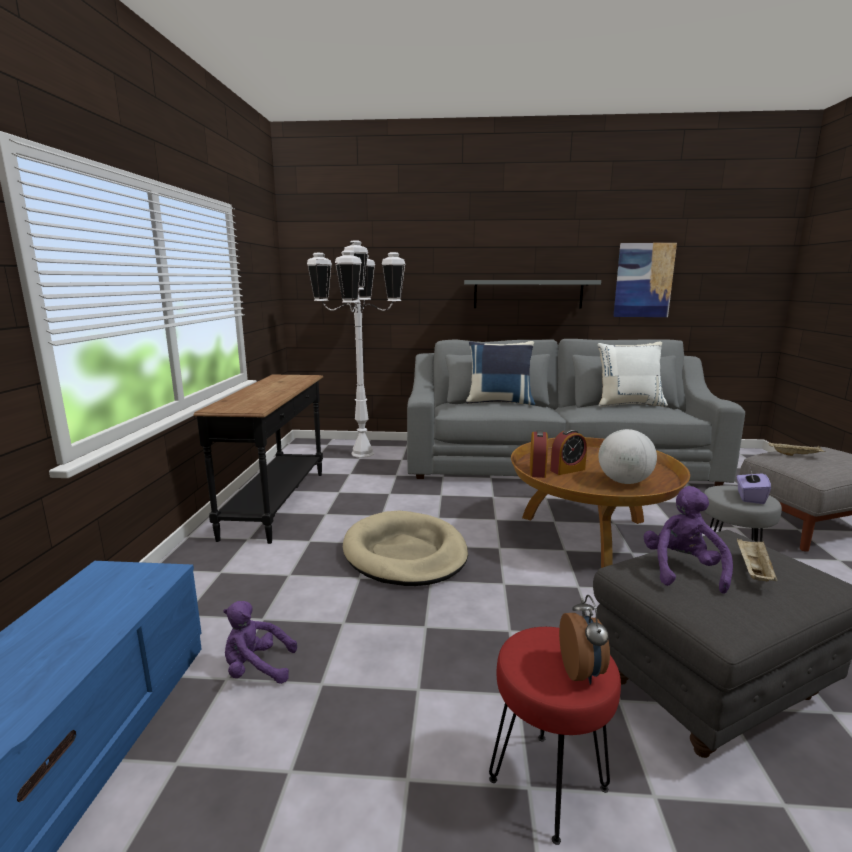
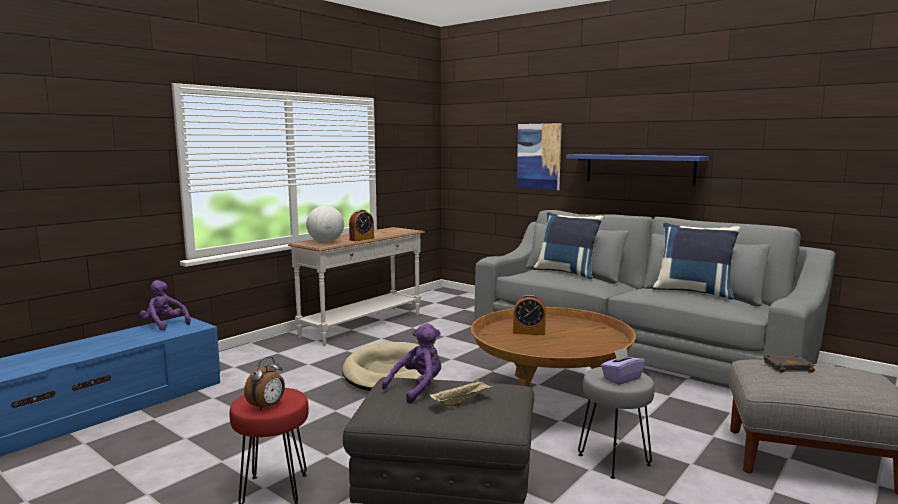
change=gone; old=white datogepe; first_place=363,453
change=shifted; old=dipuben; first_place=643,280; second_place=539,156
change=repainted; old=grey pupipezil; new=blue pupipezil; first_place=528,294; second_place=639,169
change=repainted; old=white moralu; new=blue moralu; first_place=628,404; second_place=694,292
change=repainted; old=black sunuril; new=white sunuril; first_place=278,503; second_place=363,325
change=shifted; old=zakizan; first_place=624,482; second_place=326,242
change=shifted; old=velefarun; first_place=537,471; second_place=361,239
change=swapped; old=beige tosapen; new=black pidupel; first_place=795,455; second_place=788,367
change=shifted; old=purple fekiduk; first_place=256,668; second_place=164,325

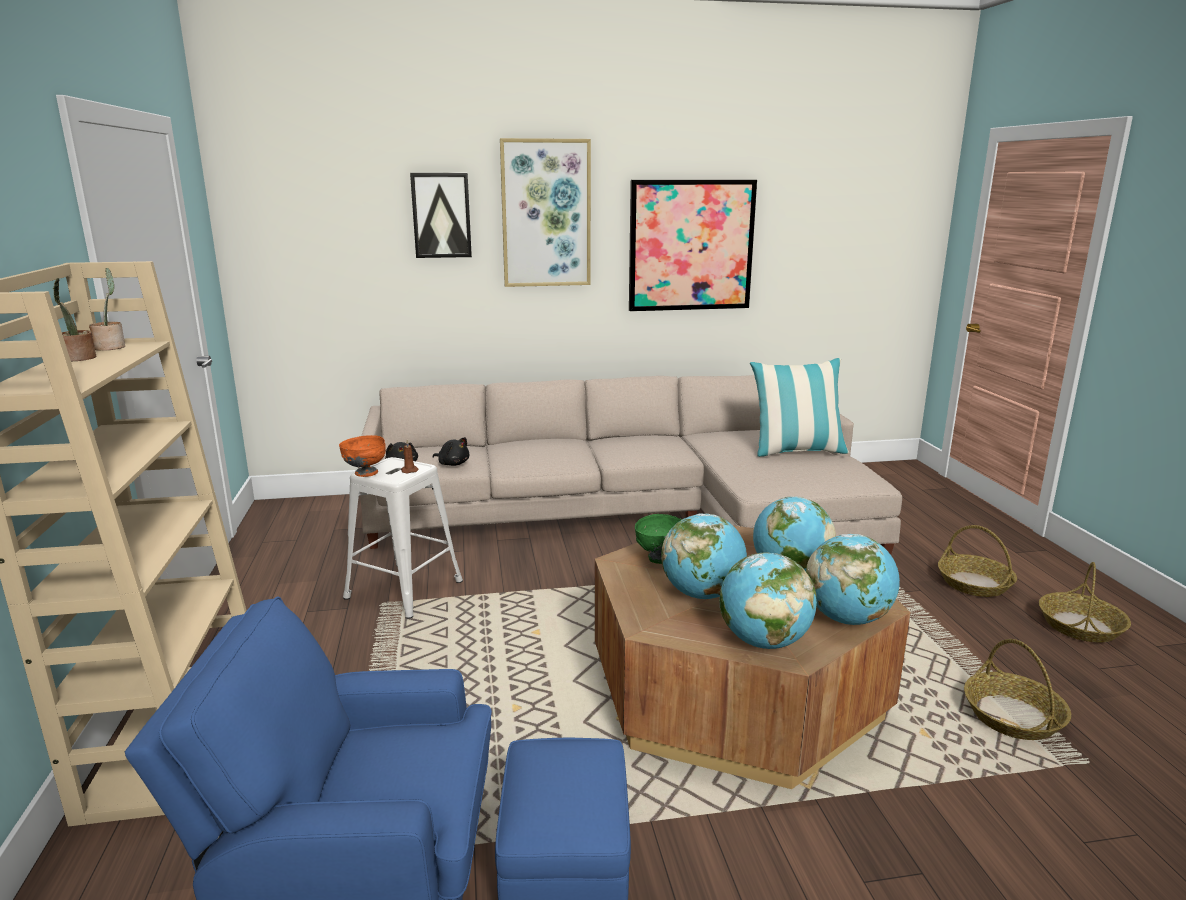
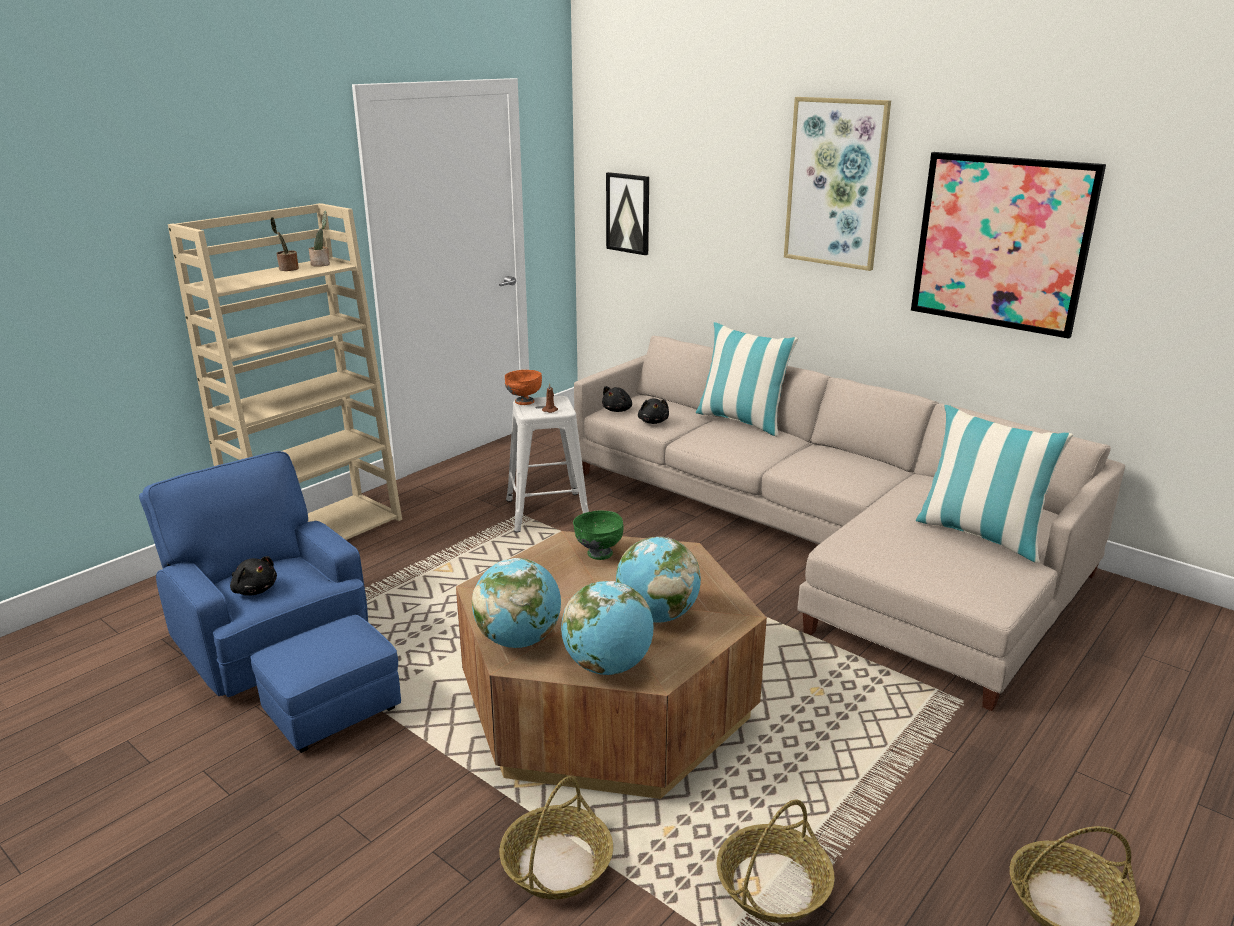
change=shifted; old=dipuben; first_place=441,215; second_place=628,213
change=gone; old=zakizan; first_place=702,594
change=shifted; old=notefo; first_place=974,584; second_place=557,865
change=new; new=moralu; second_place=741,421
change=new; new=black fekiduk; second_place=254,590

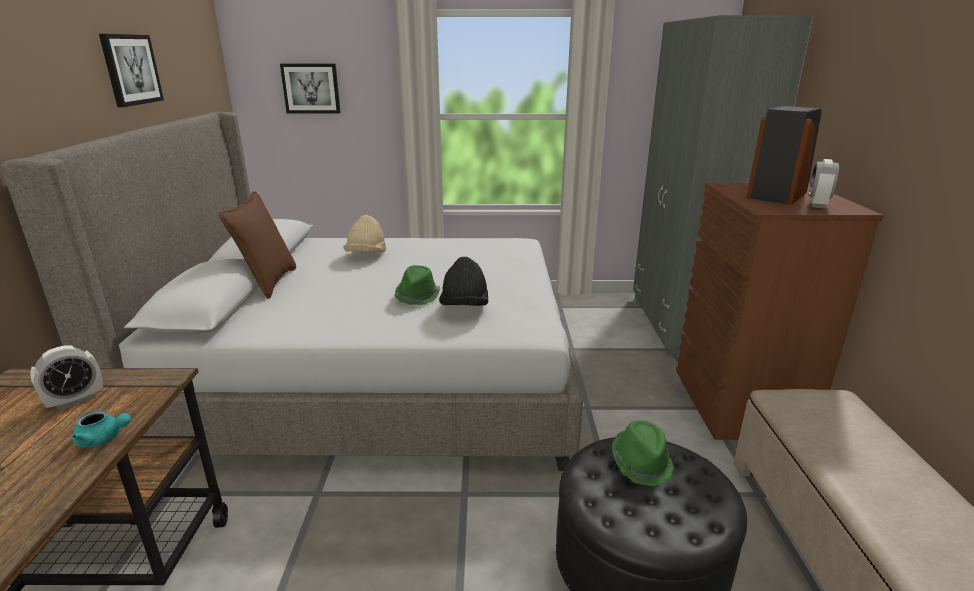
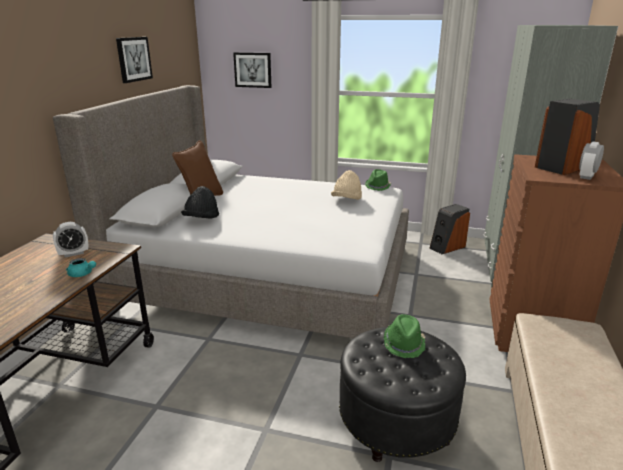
change=shifted; old=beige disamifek; first_place=366,255; second_place=347,200
change=shifted; old=black disamifek; first_place=464,307; second_place=201,219
change=shifted; old=green disamifek; first_place=418,295; second_place=378,186
change=new; new=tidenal; second_place=447,247

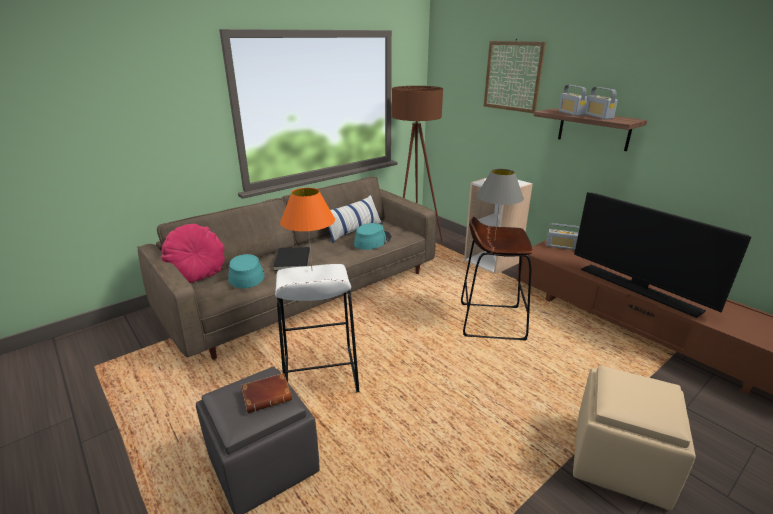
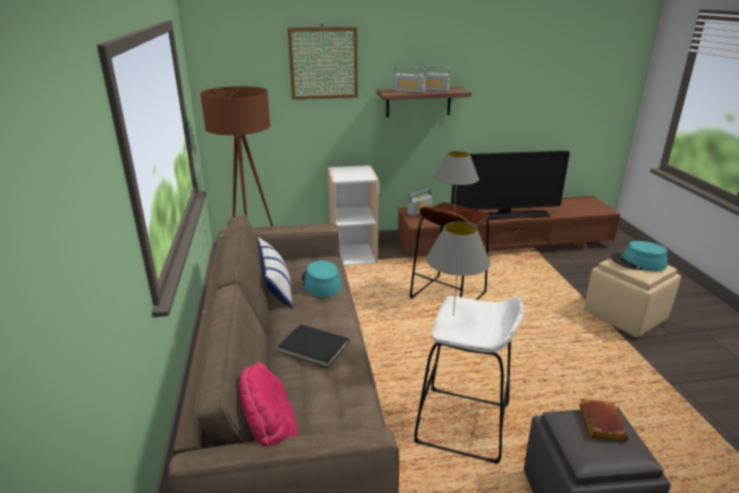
change=repainted; old=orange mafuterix; new=grey mafuterix; first_place=312,270; second_place=453,315
change=shifted; old=turquoise disamifek; first_place=246,275; second_place=638,262

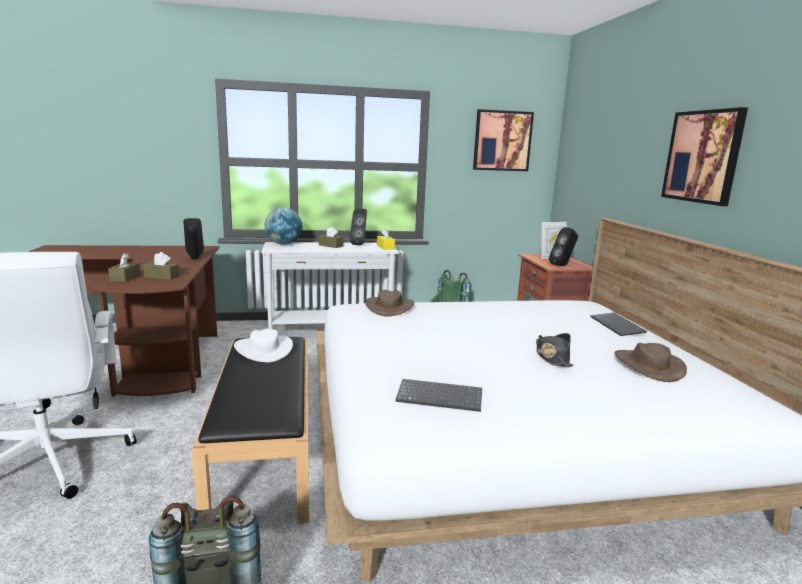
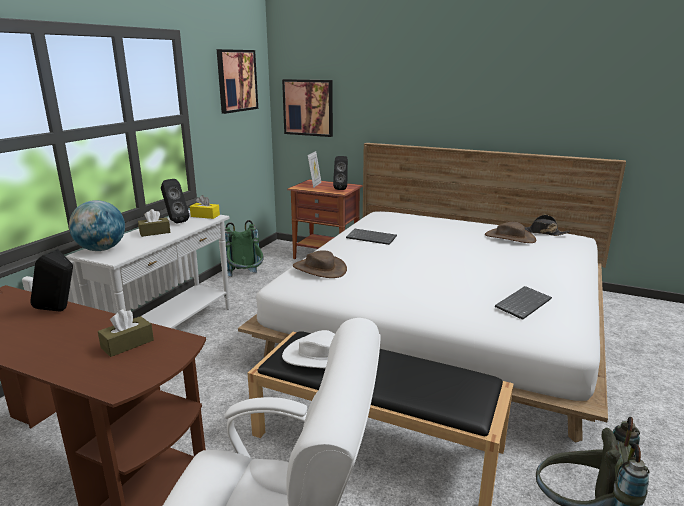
change=shifted; old=dipuben; first_place=703,156; second_place=308,107
change=gone; old=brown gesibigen; first_place=125,278
change=shifted; old=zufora; first_place=618,326; second_place=372,238
change=shifted; old=black disamifek; first_place=552,357; second_place=543,232

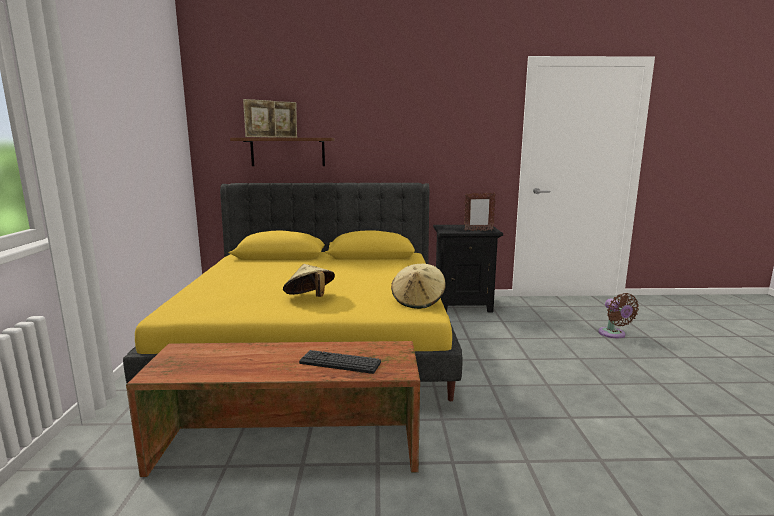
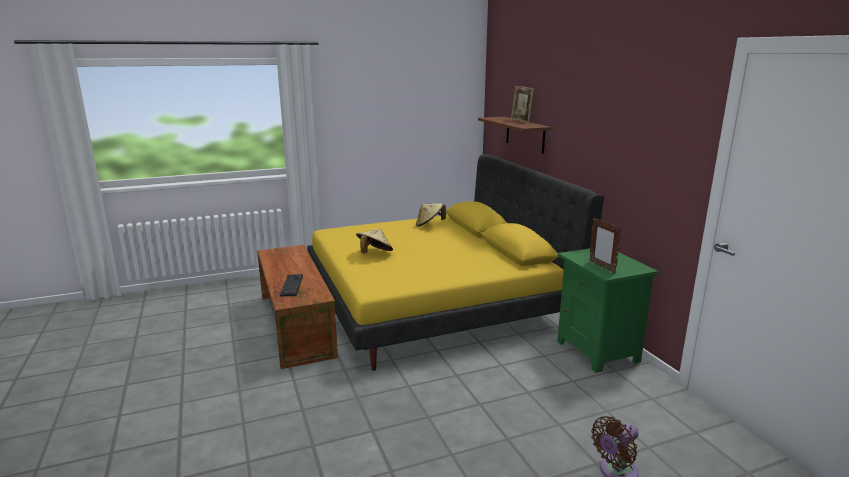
change=gone; old=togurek; first_place=261,137
change=repainted; old=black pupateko; new=green pupateko; first_place=464,305; second_place=596,352
change=shifted; old=beige disamifek; first_place=418,301; second_place=429,224

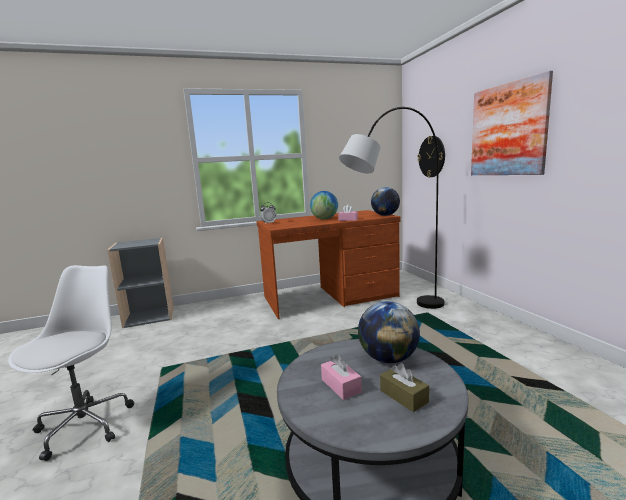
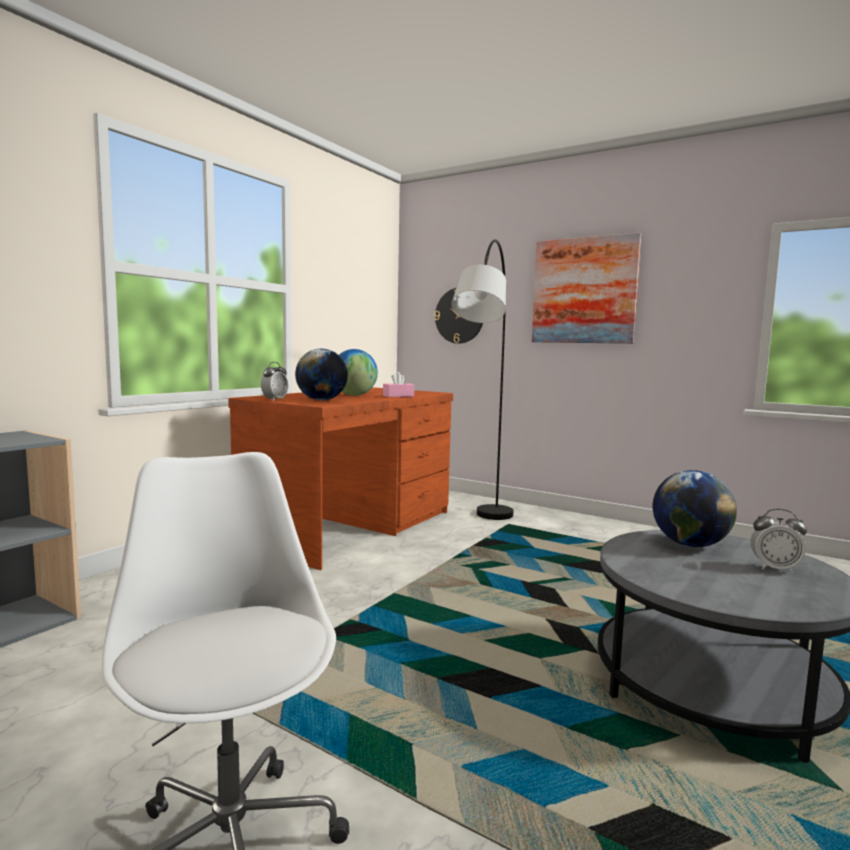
change=shifted; old=zakizan; first_place=385,215; second_place=321,400
change=gone; old=pink gesibigen; first_place=341,386
change=swapped; old=brown gesibigen; new=velefarun; first_place=403,396; second_place=774,568

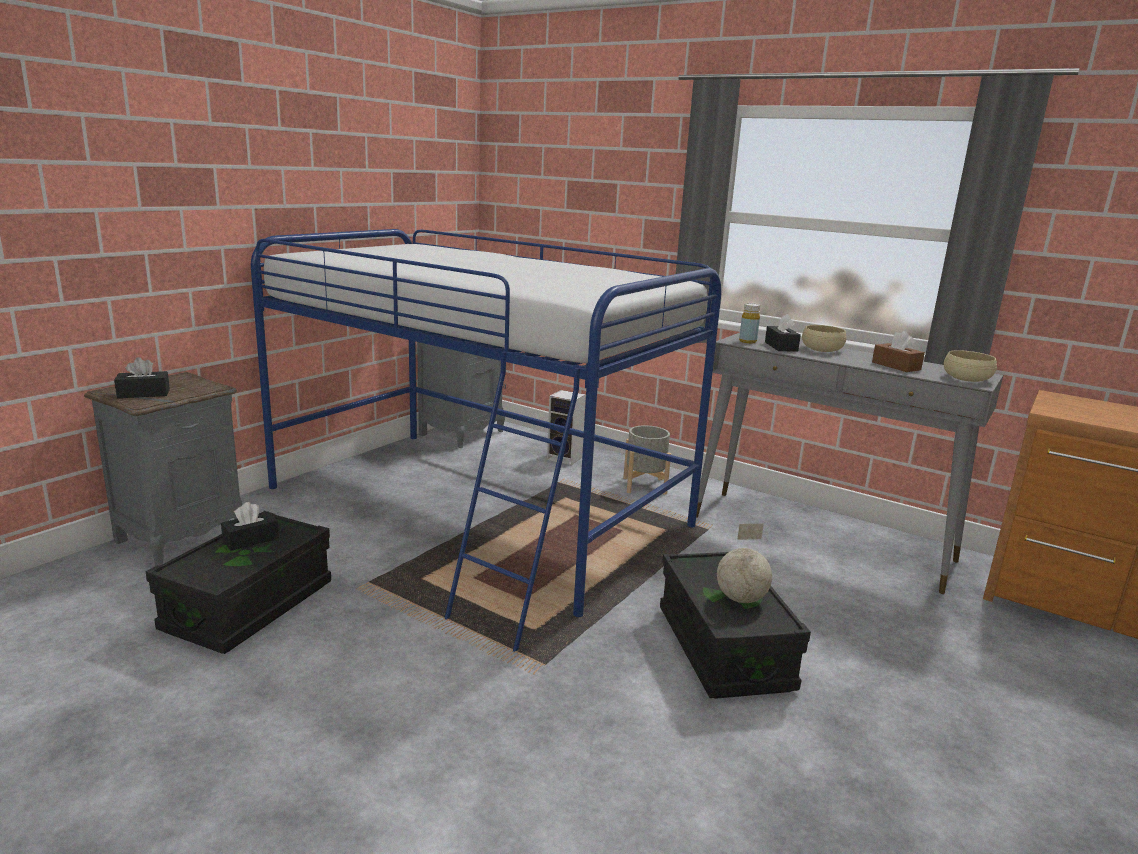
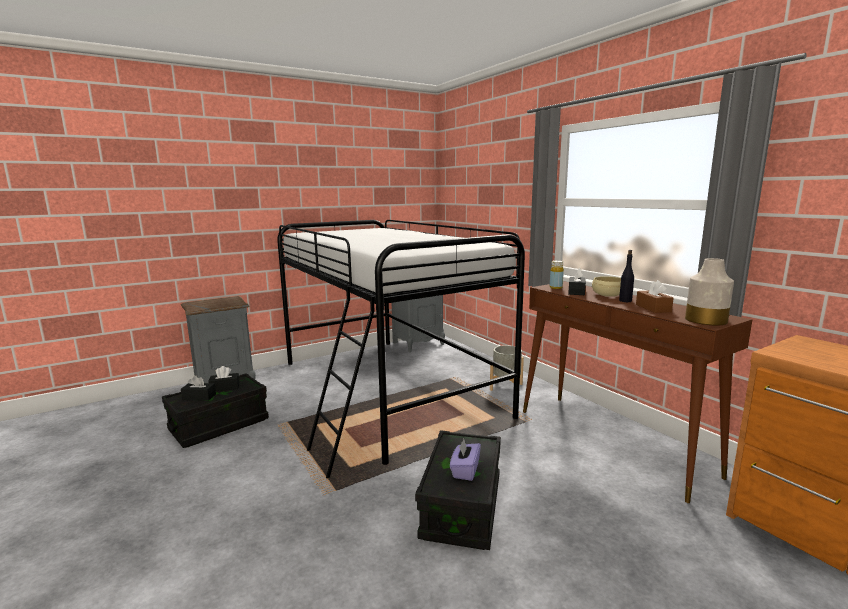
change=repainted; old=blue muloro; new=black muloro; first_place=478,509; second_place=386,389
change=repainted; old=grey sunuril; new=brown sunuril; first_place=821,538; second_place=612,441
change=swapped; old=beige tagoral; new=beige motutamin; first_place=967,378; second_place=706,320
change=shifted; old=black gesibigen; first_place=143,393; second_place=199,397
change=gone; old=tidenal; first_place=566,458
change=swapped; old=zakizan; new=purple gesibigen; first_place=741,599; second_place=465,470
change=new; new=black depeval; second_place=625,301

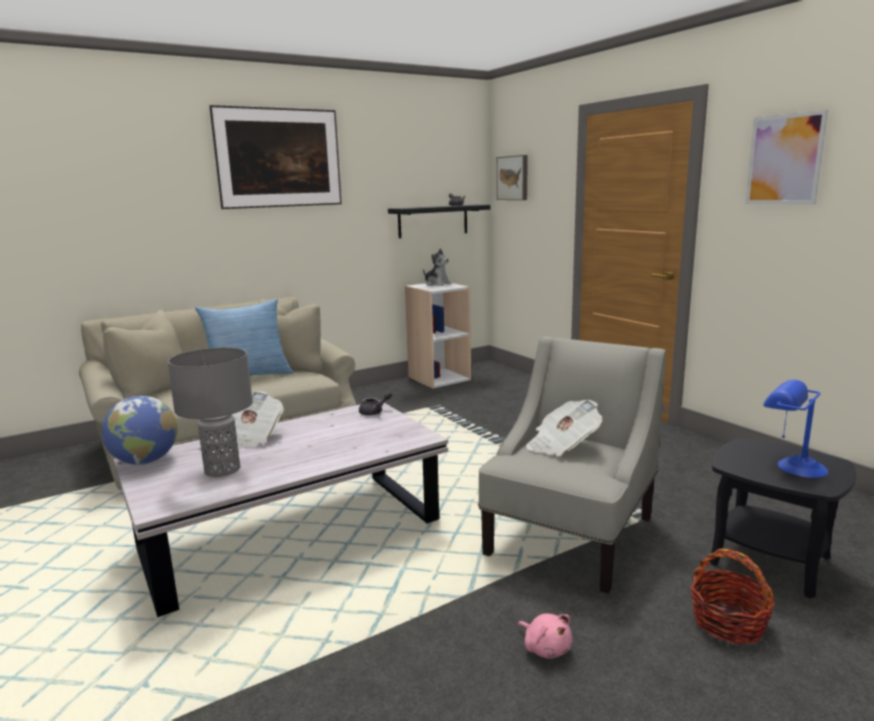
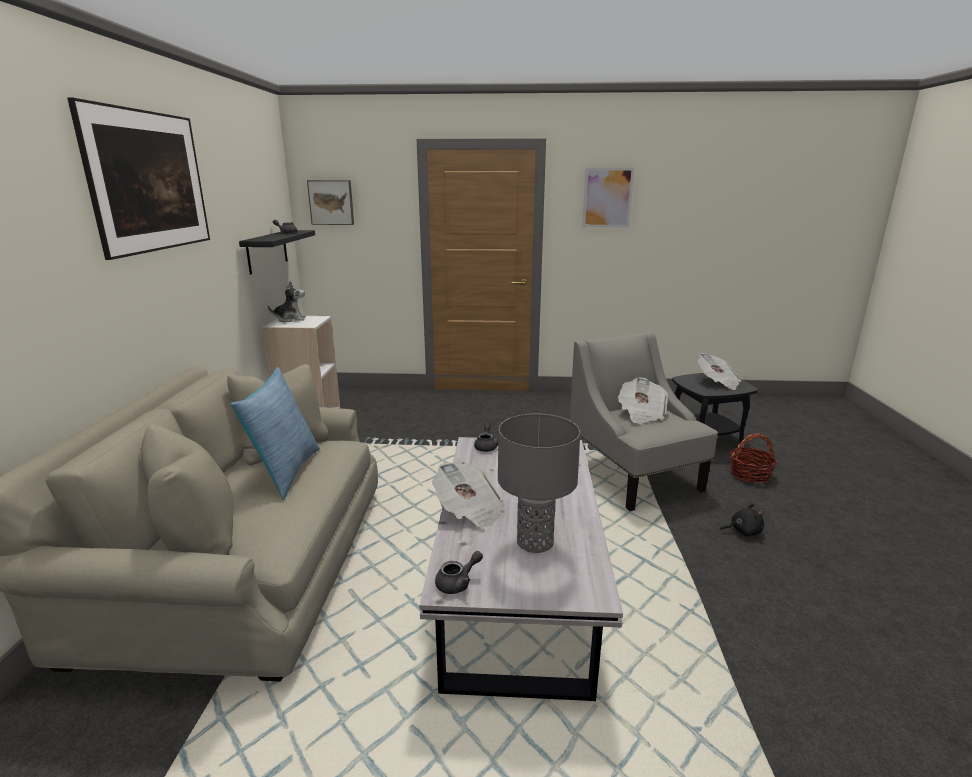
change=swapped; old=blue mafuterix; new=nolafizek; first_place=791,465; second_place=717,382
change=swapped; old=zakizan; new=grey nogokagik; first_place=145,461; second_place=458,583
change=repainted; old=pink fekiduk; new=black fekiduk; first_place=546,648; second_place=743,531

